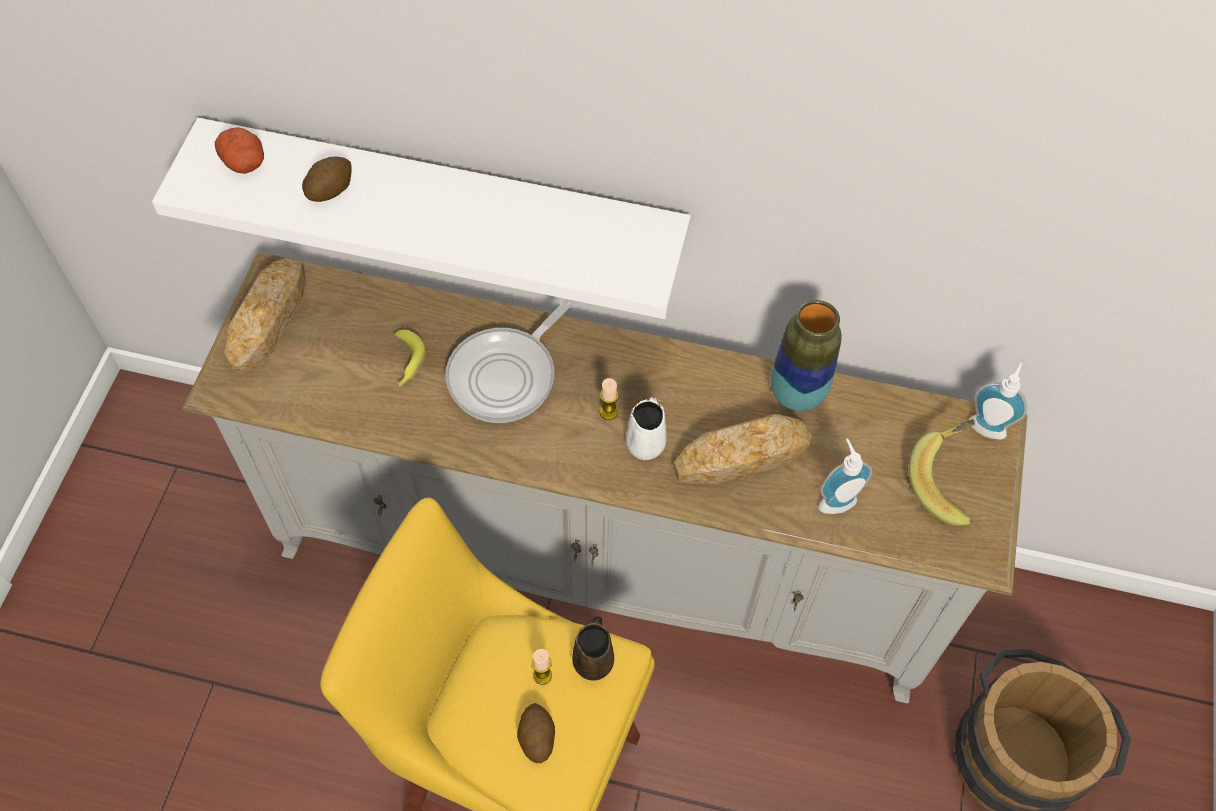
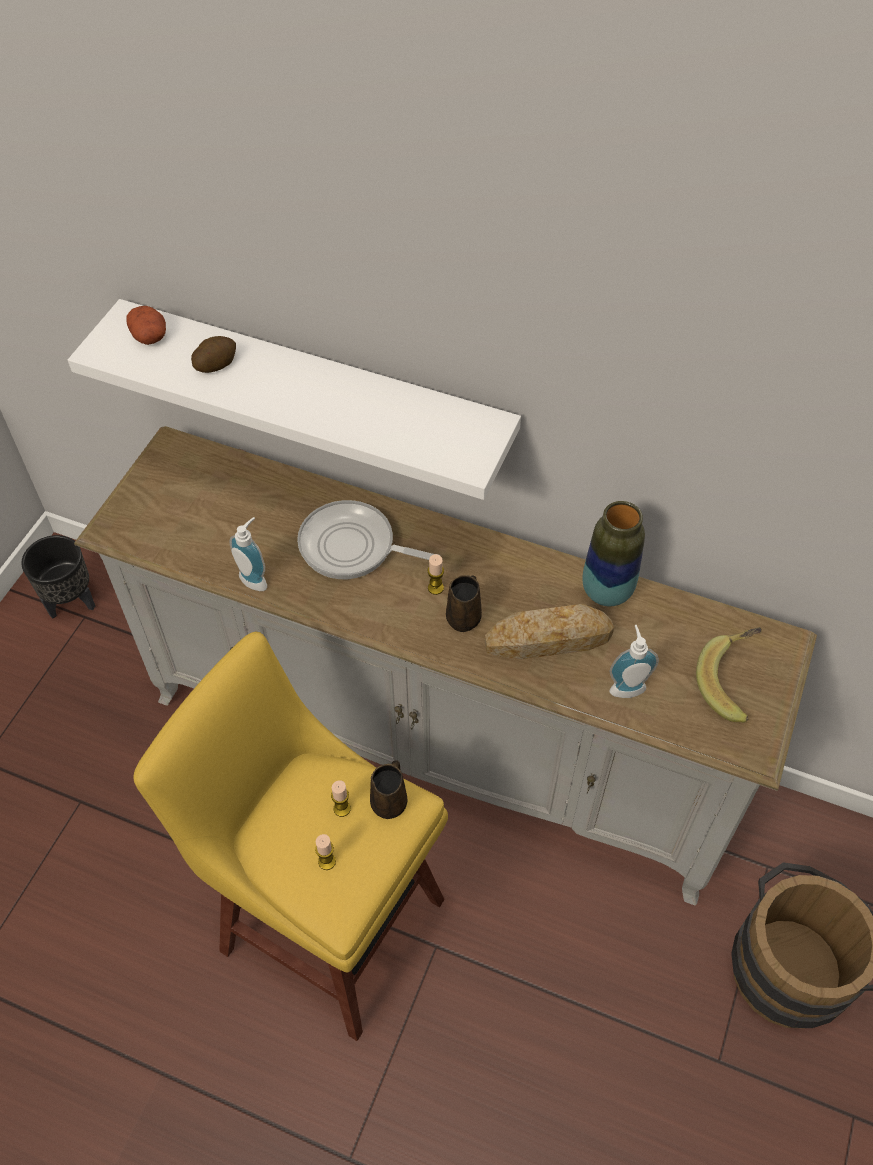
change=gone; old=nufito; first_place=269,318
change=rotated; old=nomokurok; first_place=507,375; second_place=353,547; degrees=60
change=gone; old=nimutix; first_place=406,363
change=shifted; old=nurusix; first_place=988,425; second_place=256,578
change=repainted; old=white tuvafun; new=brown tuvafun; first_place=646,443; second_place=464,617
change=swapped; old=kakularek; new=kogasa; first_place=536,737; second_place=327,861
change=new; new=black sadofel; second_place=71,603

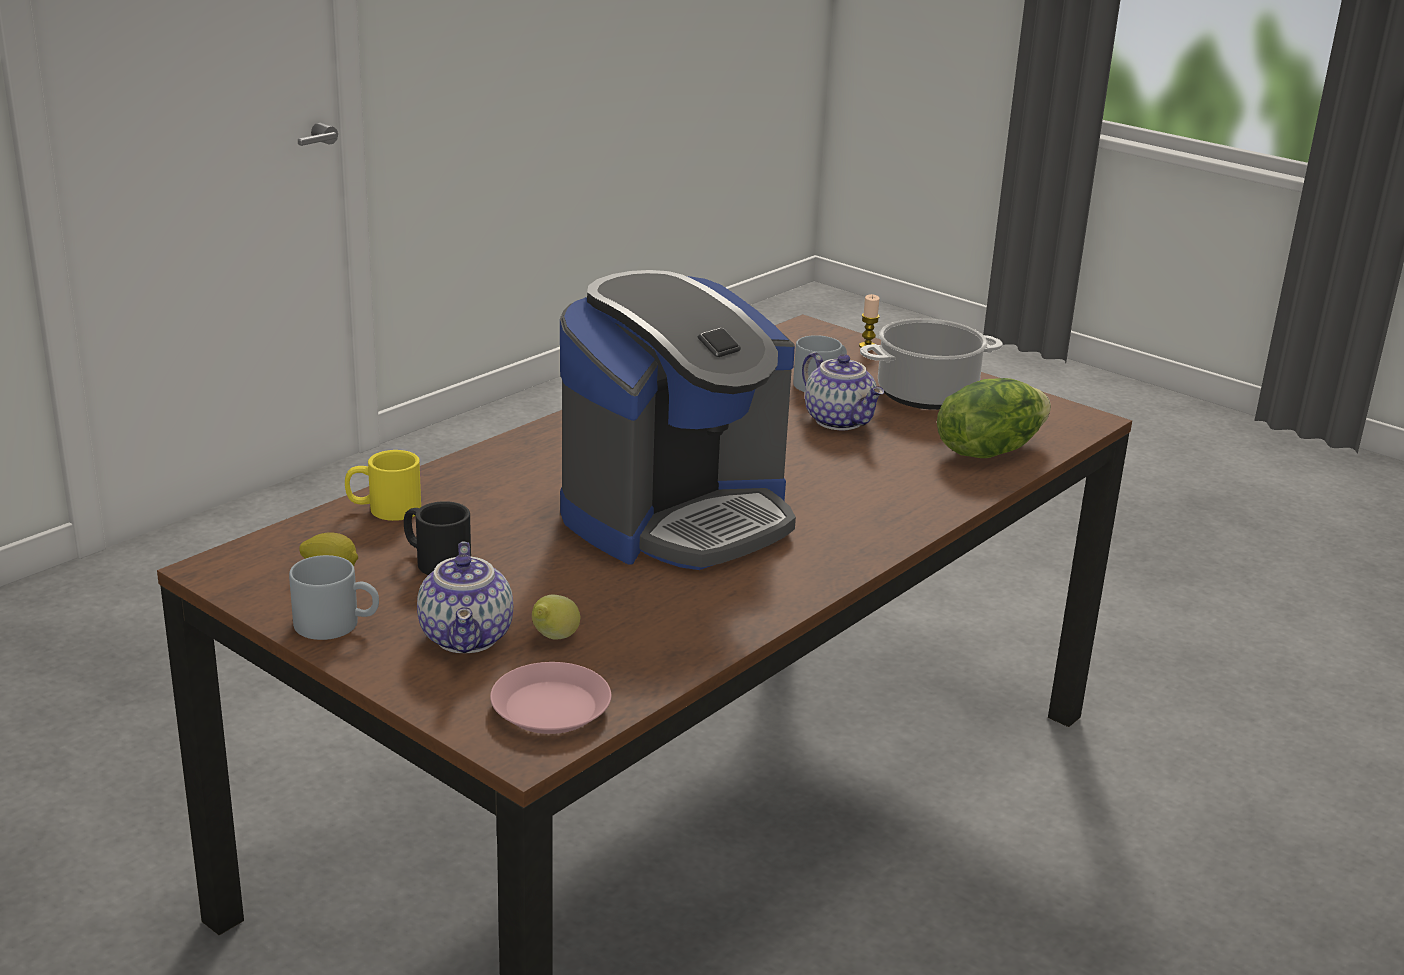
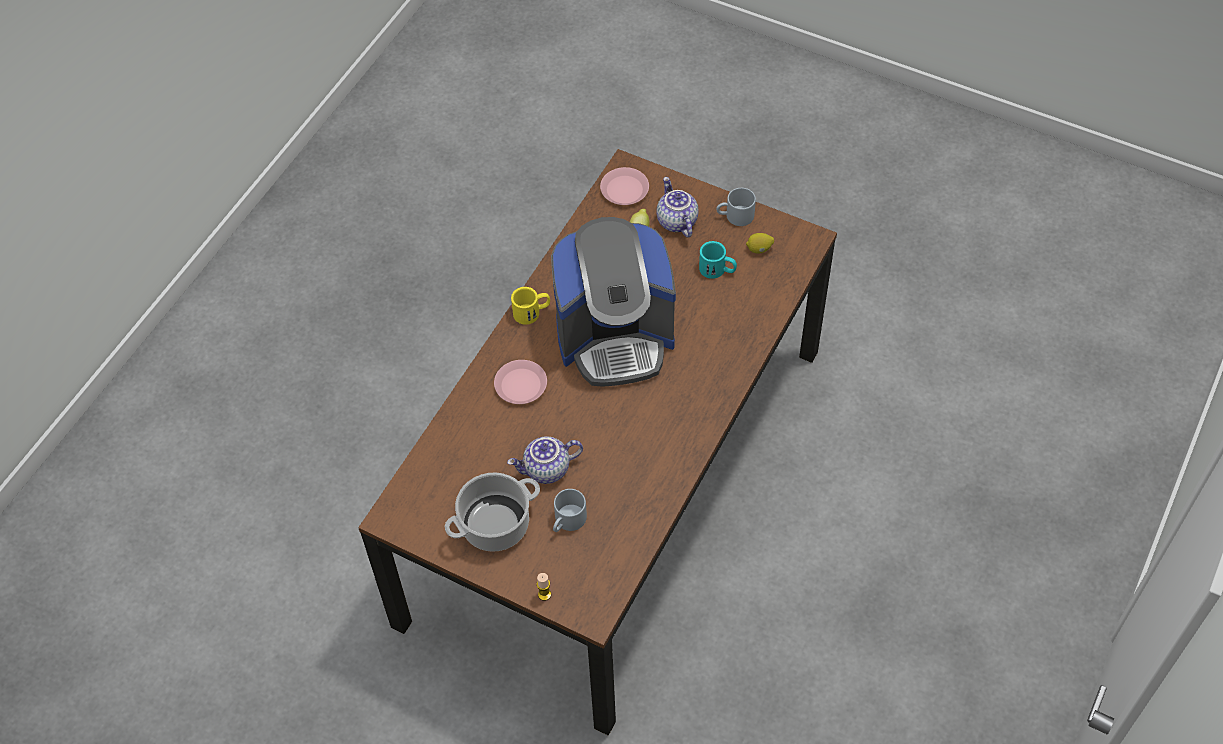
change=rotated; old=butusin; first_place=678,516; second_place=615,337; degrees=-135
change=rotated; old=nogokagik; first_place=840,421; second_place=546,470; degrees=-60
change=gone; old=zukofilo; first_place=988,450
change=shifted; old=yellow tuvafun; first_place=384,509; second_place=532,312
change=repainted; old=black tuvafun; new=turquoise tuvafun; first_place=435,560; second_place=717,270
change=new; new=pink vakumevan; second_place=521,385

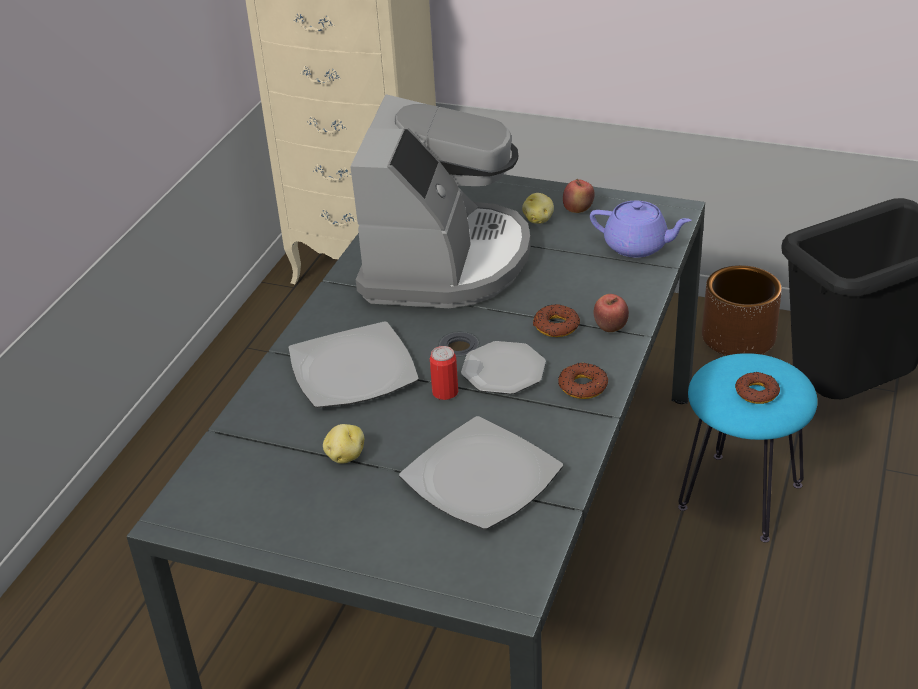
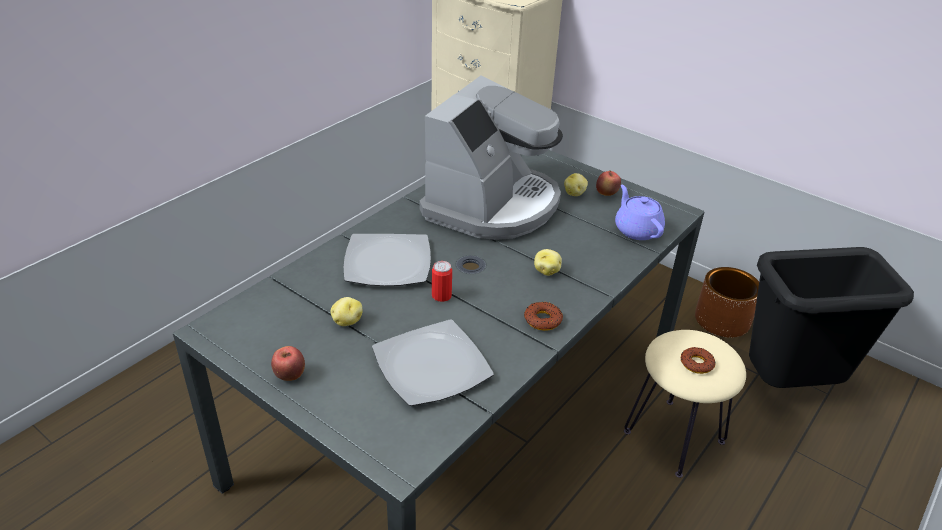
change=rotated; old=purple nogokagik; first_place=637,246; second_place=637,230; degrees=-150
change=shifted; old=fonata; first_place=610,328; second_place=290,376
change=swapped; old=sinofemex; new=kakularek; first_place=556,326; second_place=547,271
change=gone; old=vakumevan; first_place=503,371
change=repainted; old=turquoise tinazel; new=beige tinazel; first_place=740,496; second_place=674,437

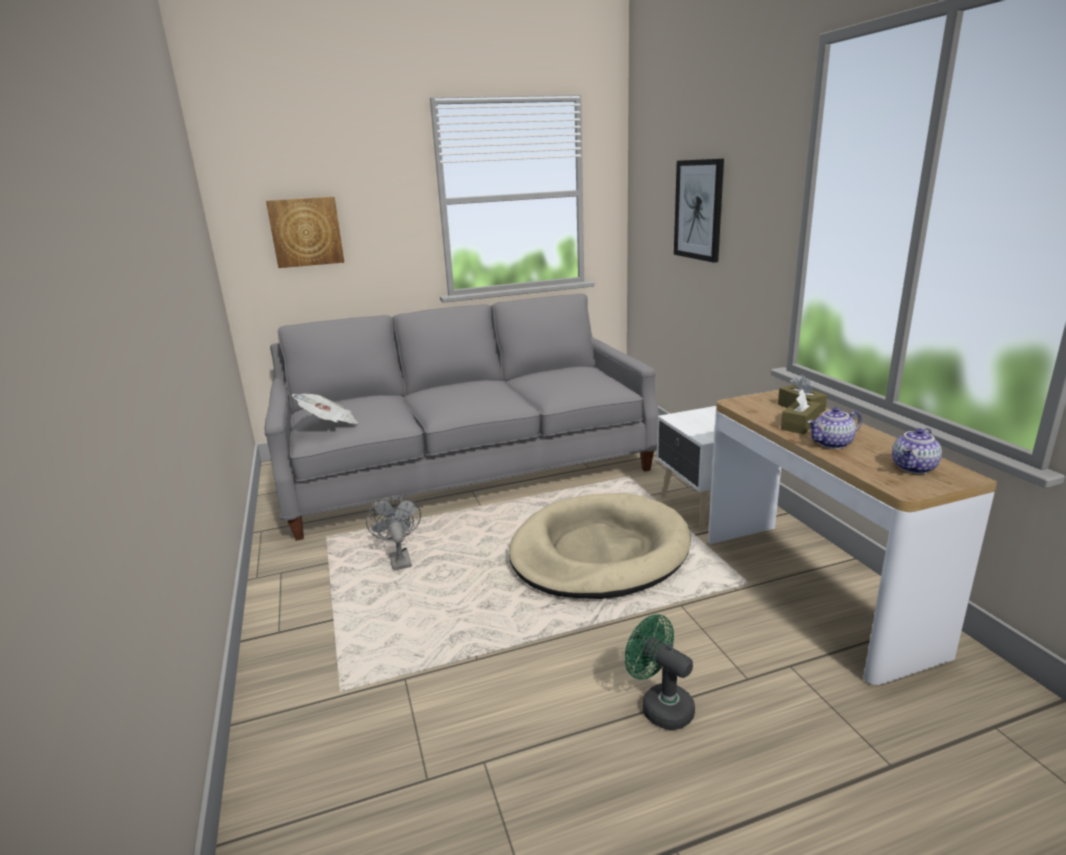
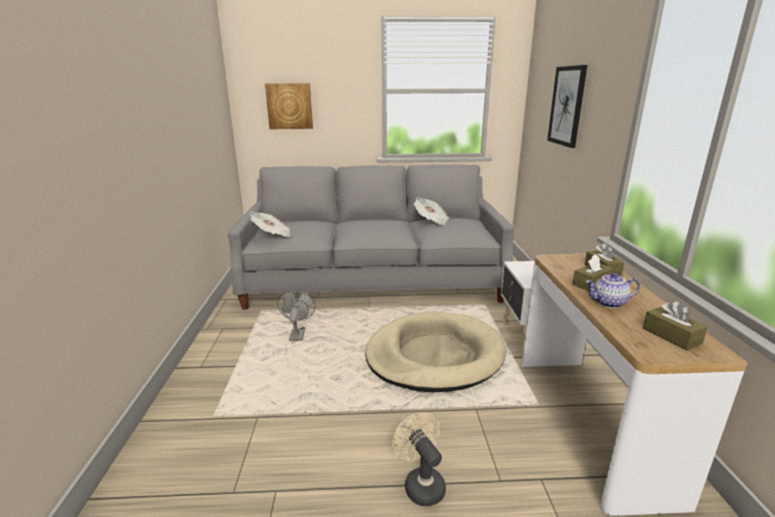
change=swapped; old=nogokagik; new=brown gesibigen; first_place=914,468; second_place=671,336
change=repainted; old=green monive; new=beige monive; first_place=660,706; second_place=421,484
change=new; new=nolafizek; second_place=431,220

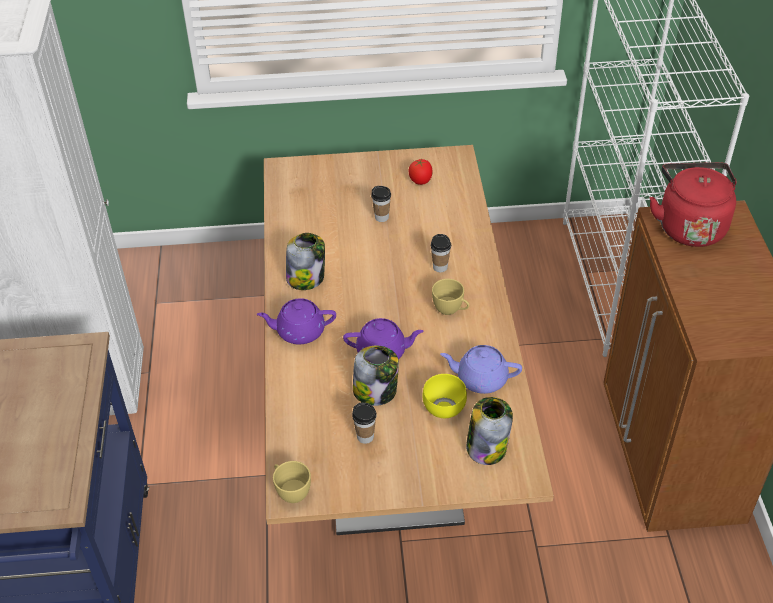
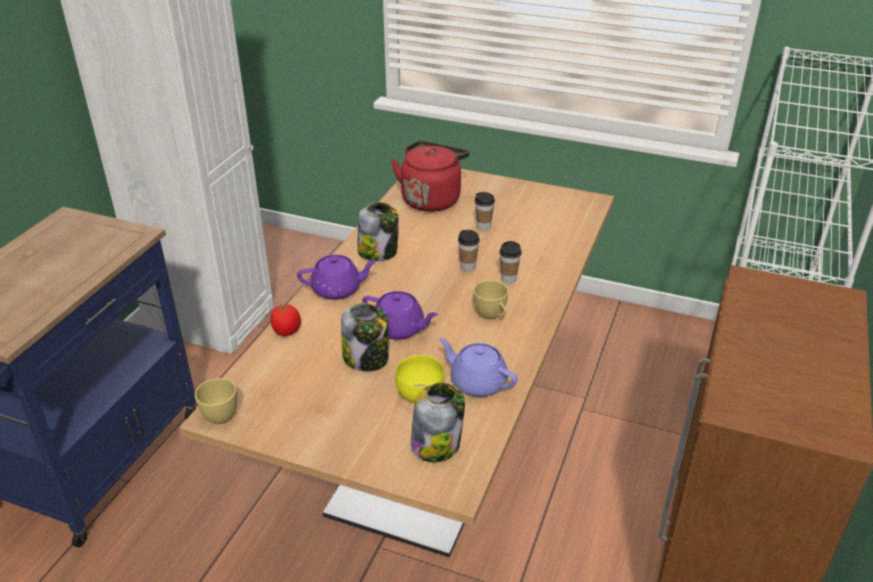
change=shifted; old=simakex; first_place=420,181; second_place=287,331
change=shifted; old=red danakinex; first_place=689,226; second_place=432,199
change=rotated; old=purple nogokagik; first_place=299,331; second_place=338,289; degrees=150
change=shifted; old=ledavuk; first_place=365,437; second_place=468,266

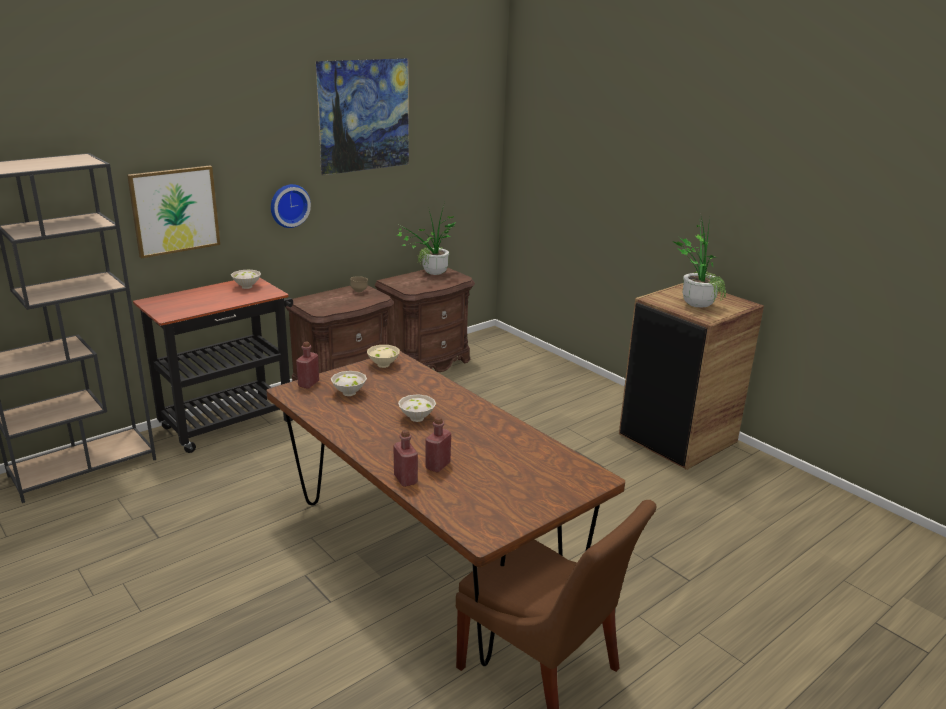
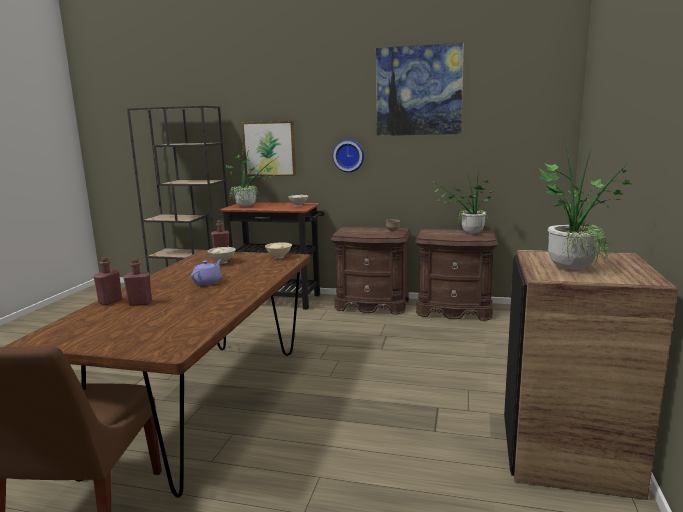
change=swapped; old=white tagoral; new=purple nogokagik; first_place=416,418; second_place=207,282
change=new; new=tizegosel; second_place=250,206

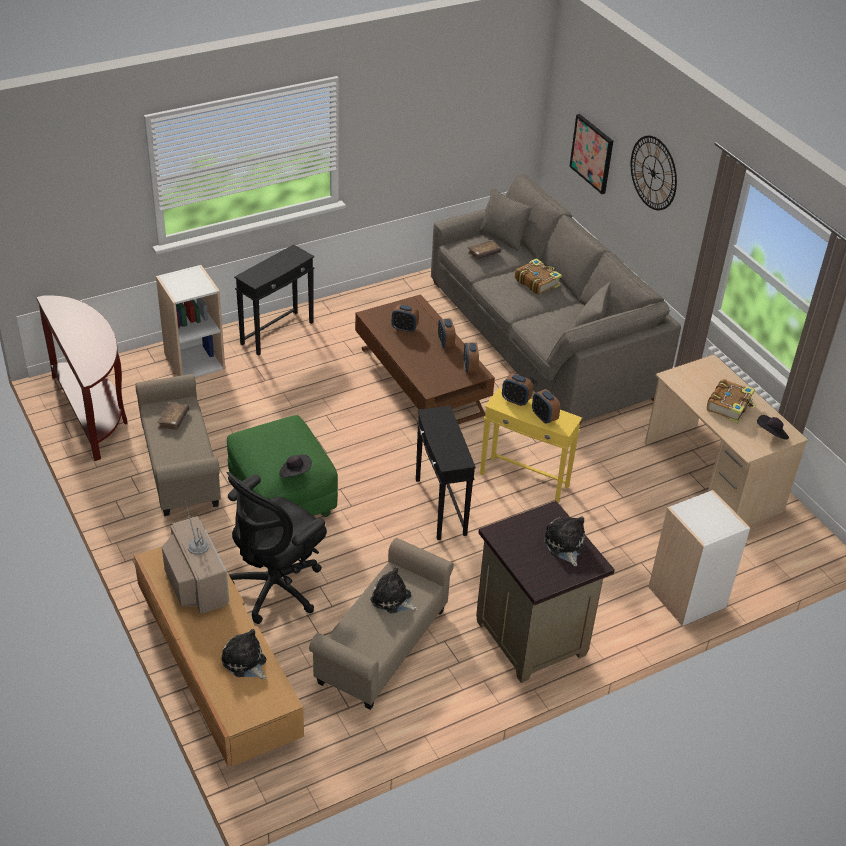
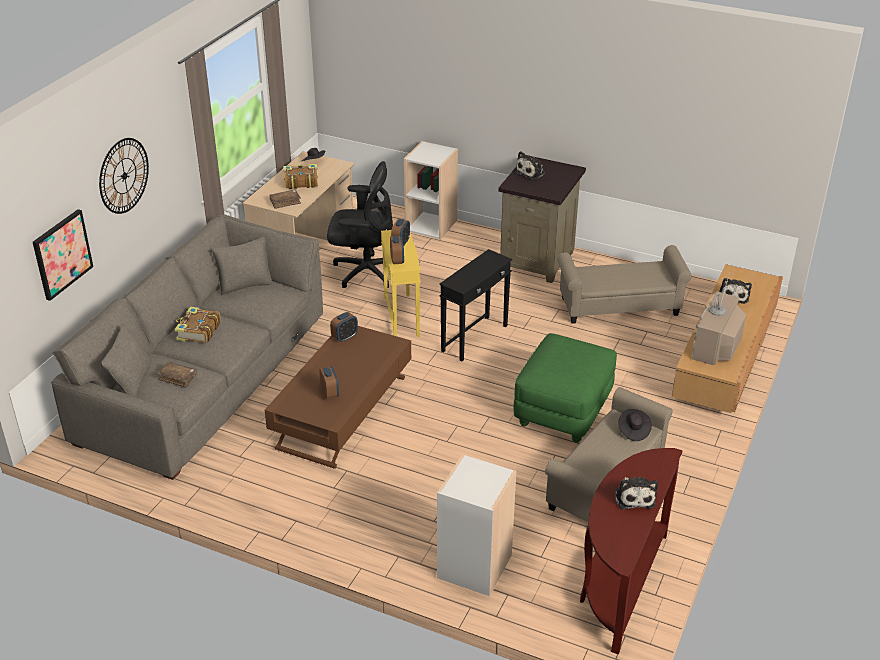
change=gone; old=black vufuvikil; first_place=278,333
change=gone; old=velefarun; first_place=445,343
change=shifted; old=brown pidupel; first_place=173,419; second_place=285,202
change=shifted; old=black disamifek; first_place=295,473; second_place=633,431
change=shifted; old=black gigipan; first_place=278,583; second_place=362,273
change=shifted; old=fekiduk; first_place=393,599; second_place=634,497

